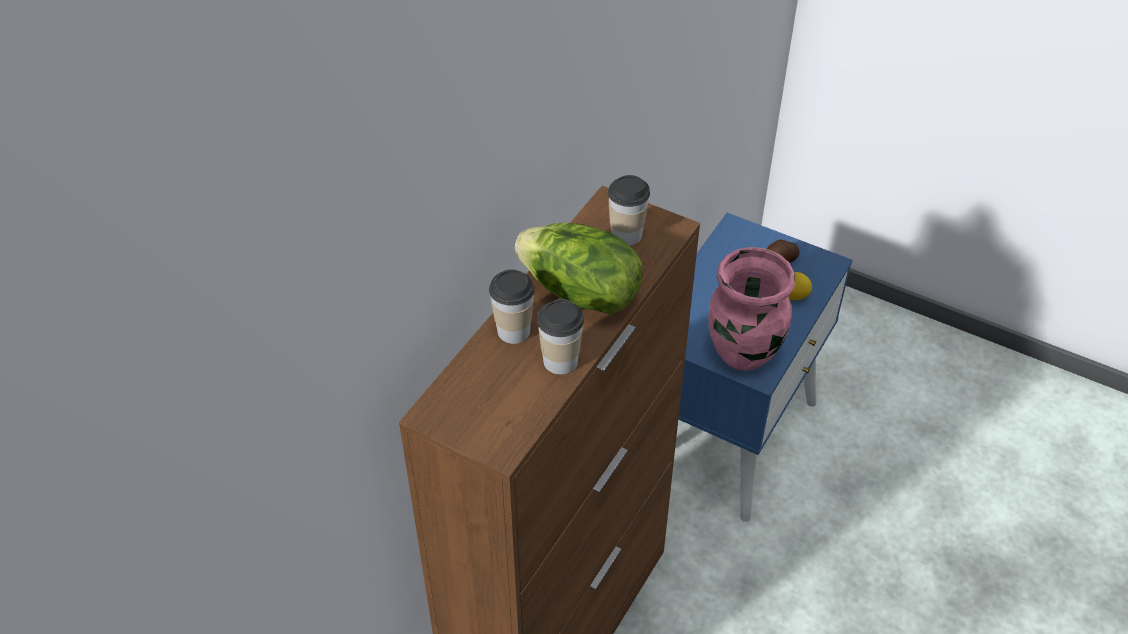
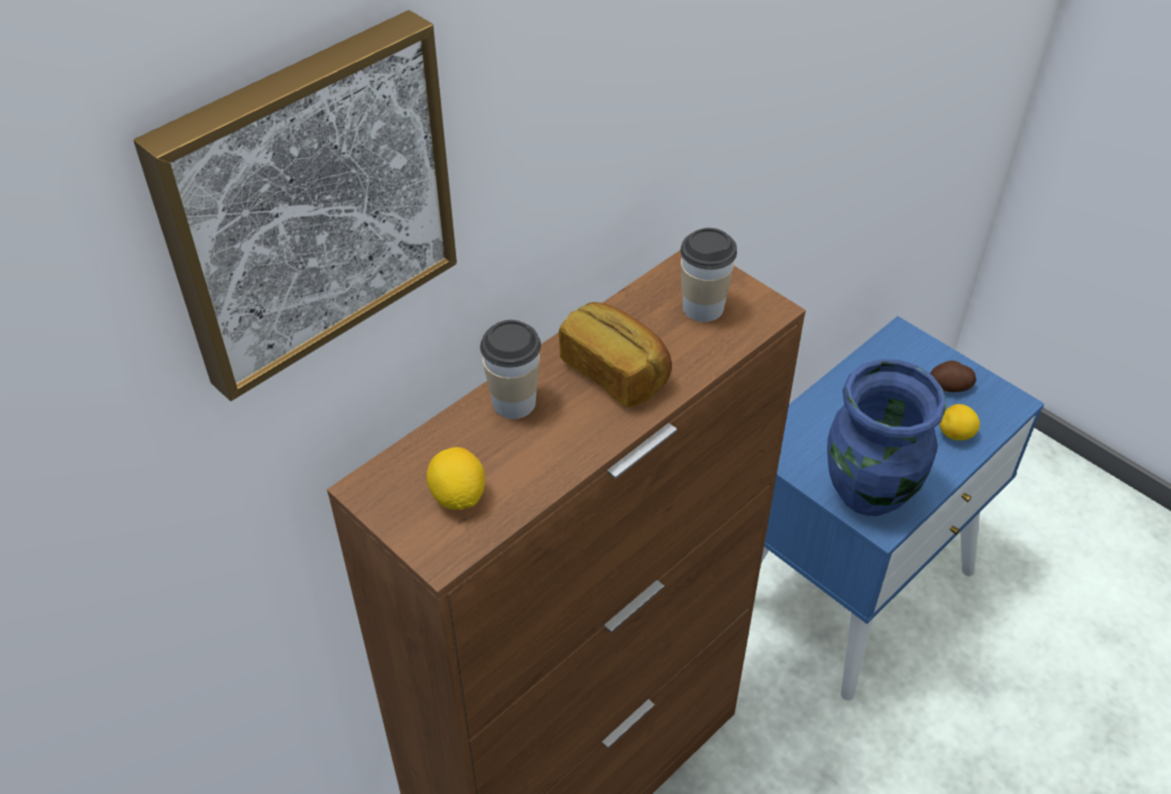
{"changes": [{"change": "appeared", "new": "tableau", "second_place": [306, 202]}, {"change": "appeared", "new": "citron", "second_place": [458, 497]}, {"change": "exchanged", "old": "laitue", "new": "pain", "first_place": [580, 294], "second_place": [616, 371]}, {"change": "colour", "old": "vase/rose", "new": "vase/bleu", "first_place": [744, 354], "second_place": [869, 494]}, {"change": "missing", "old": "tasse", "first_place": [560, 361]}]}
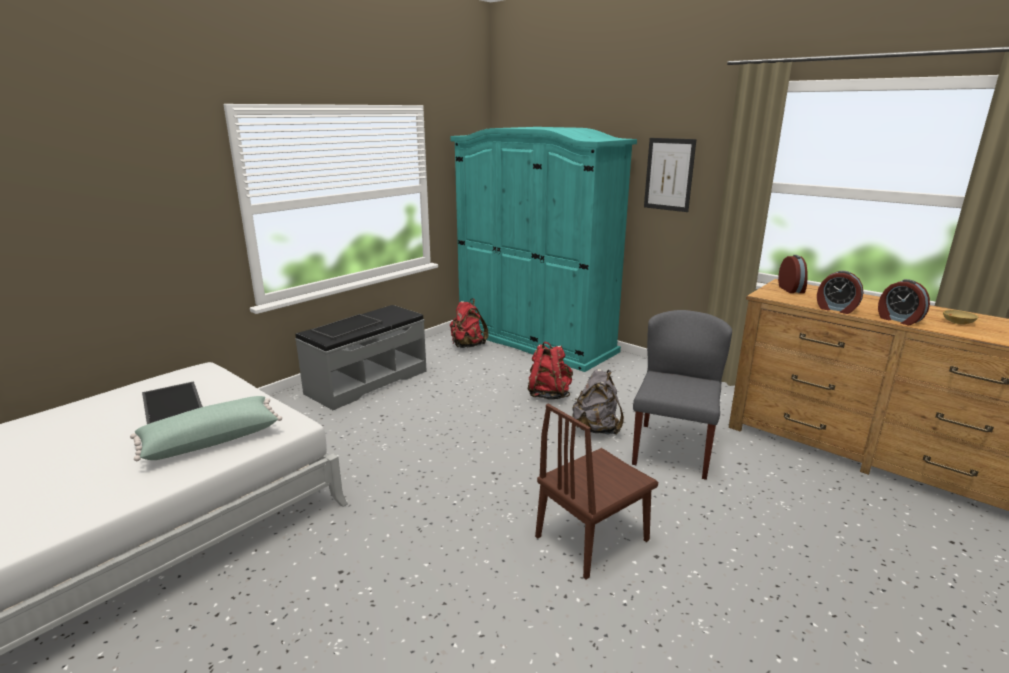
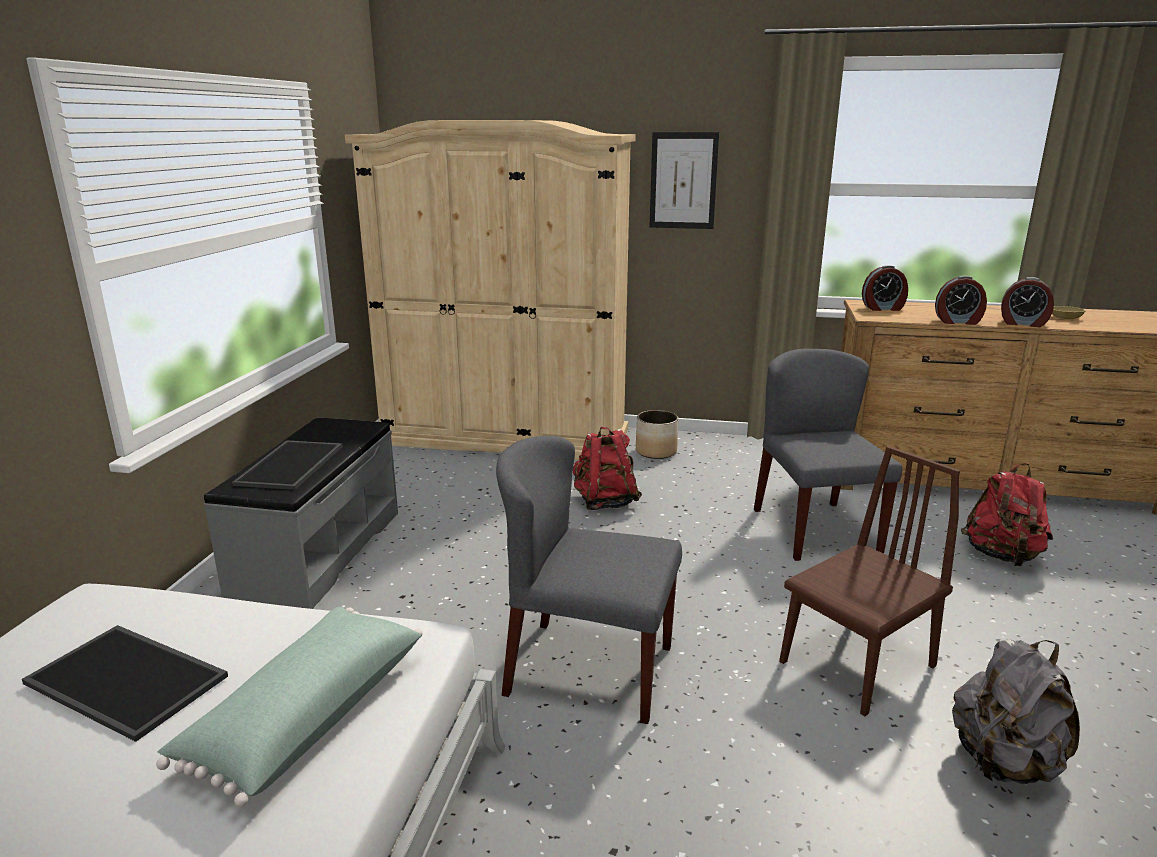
{"changes": [{"change": "colour", "old": "armoire/turquoise", "new": "armoire/beige", "first_place": [534, 340], "second_place": [505, 436]}, {"change": "appeared", "new": "chaise/gris", "second_place": [588, 670]}, {"change": "appeared", "new": "cache-pot", "second_place": [656, 451]}, {"change": "spun", "old": "chaise/marron", "first_place": [592, 538], "second_place": [857, 664], "degrees": -150}, {"change": "spun", "old": "réveil", "first_place": [791, 289], "second_place": [883, 308], "degrees": 120}, {"change": "relocated", "old": "sac à dos/gris", "first_place": [596, 429], "second_place": [1004, 763]}, {"change": "relocated", "old": "sac à dos/rouge", "first_place": [467, 346], "second_place": [1002, 556]}]}
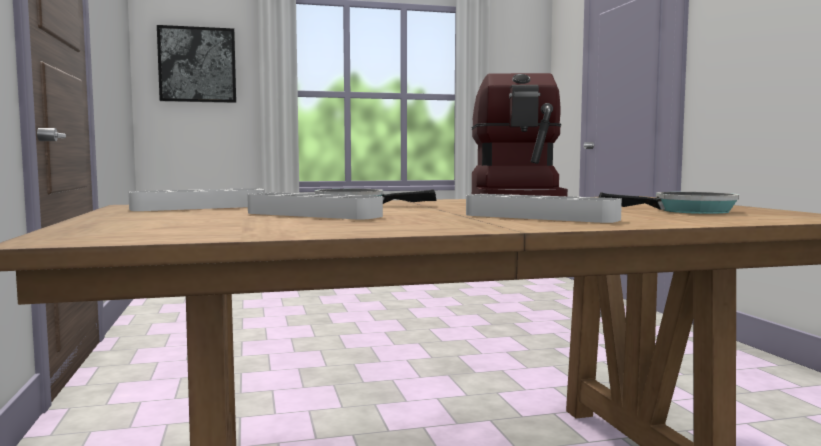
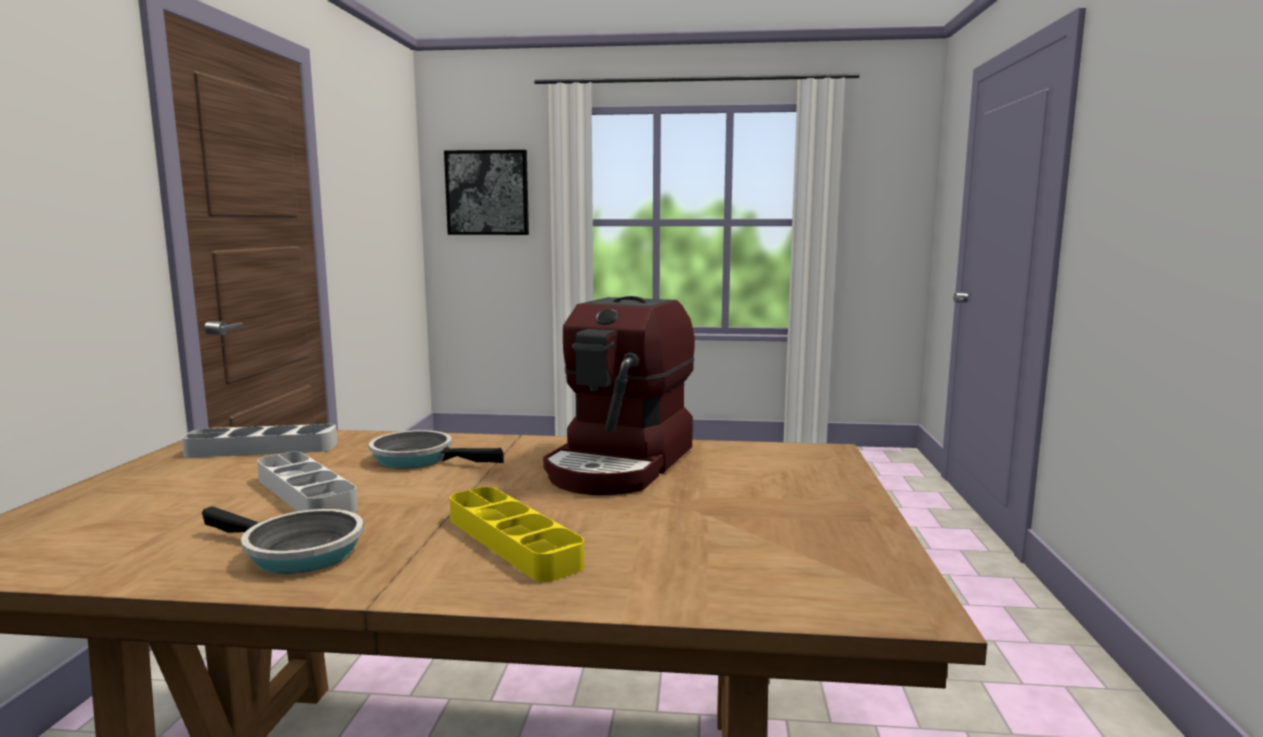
{"changes": [{"change": "relocated", "old": "poêle", "first_place": [687, 211], "second_place": [296, 552]}, {"change": "colour", "old": "plateau/gris", "new": "plateau/jaune", "first_place": [540, 217], "second_place": [512, 541]}]}
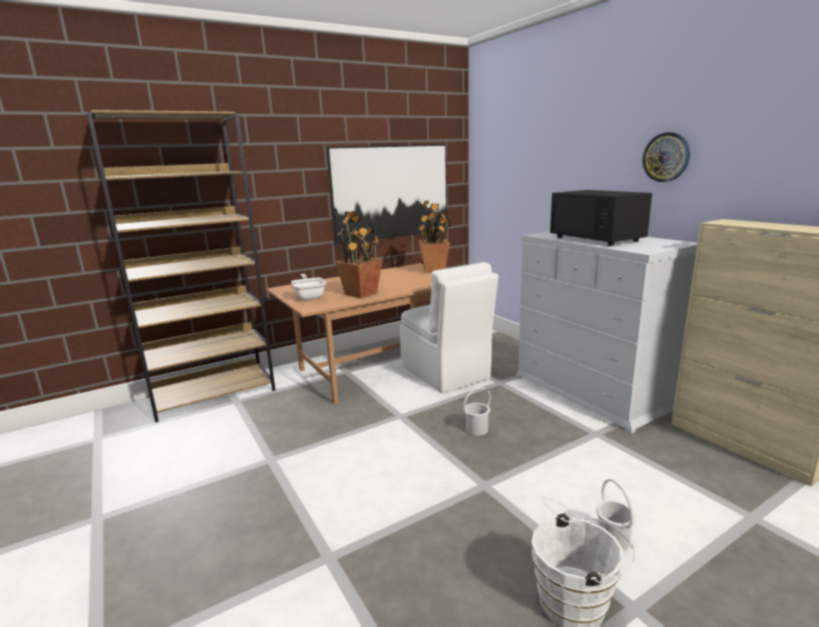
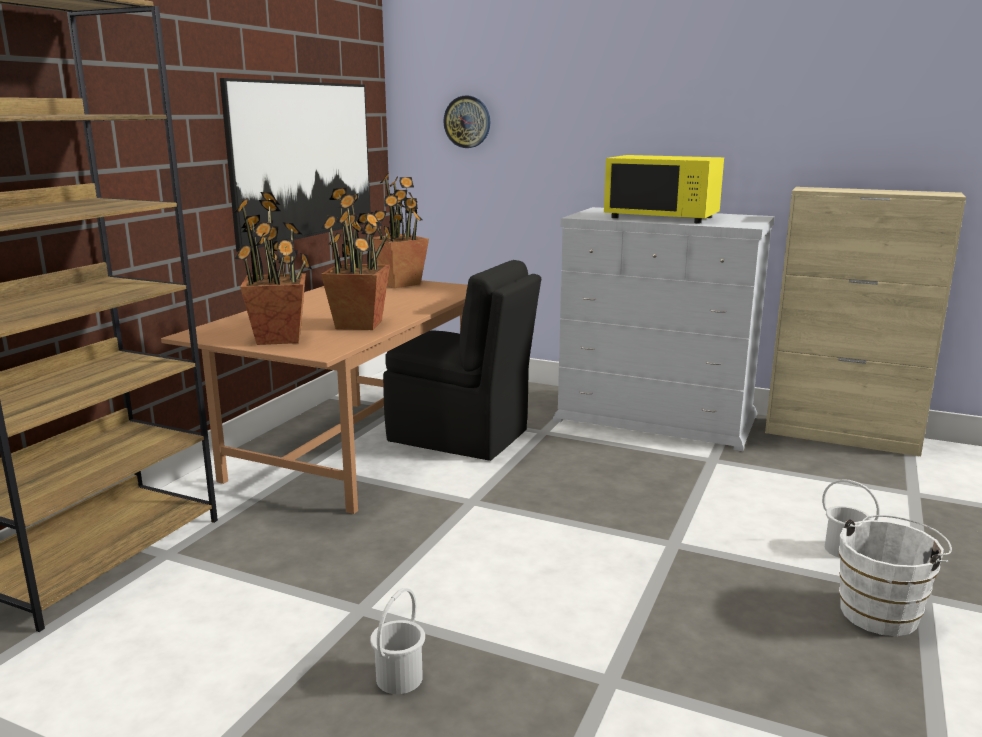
{"changes": [{"change": "exchanged", "old": "poêle", "new": "plante en pot", "first_place": [309, 296], "second_place": [279, 338]}, {"change": "relocated", "old": "seau/blanc", "first_place": [477, 430], "second_place": [400, 678]}, {"change": "colour", "old": "chaise/blanc", "new": "chaise/noir", "first_place": [446, 373], "second_place": [461, 437]}, {"change": "relocated", "old": "horloge murale", "first_place": [666, 157], "second_place": [467, 122]}, {"change": "colour", "old": "micro-ondes/noir", "new": "micro-ondes/jaune", "first_place": [596, 239], "second_place": [662, 217]}]}
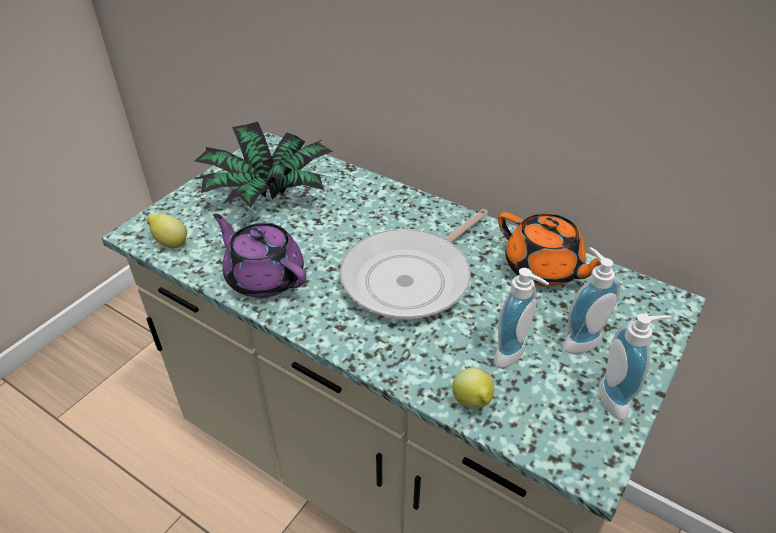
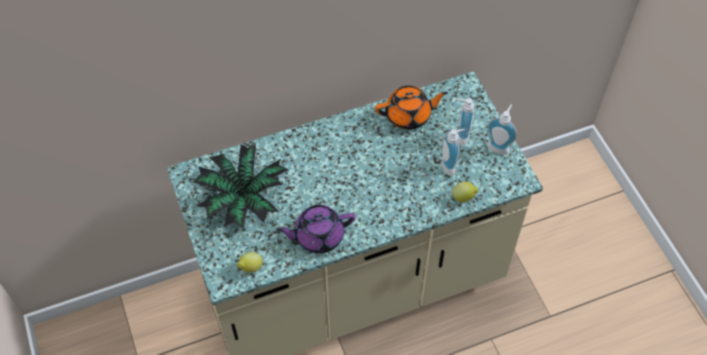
{"changes": [{"change": "missing", "old": "poêle", "first_place": [412, 278]}]}
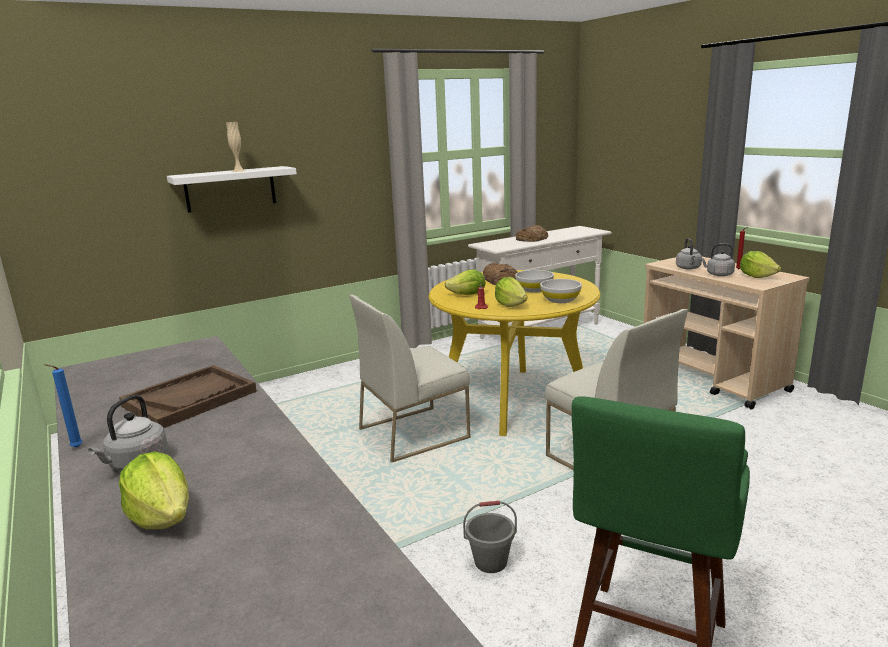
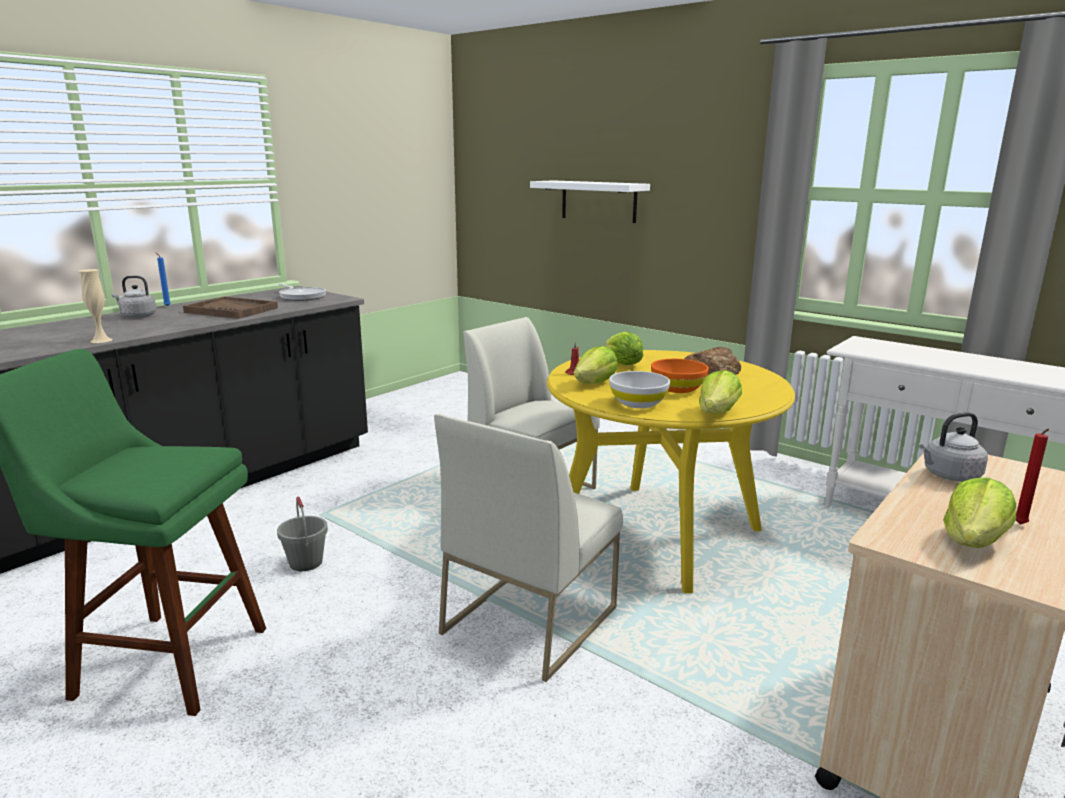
{"changes": [{"change": "relocated", "old": "vase/beige", "first_place": [238, 171], "second_place": [101, 340]}, {"change": "appeared", "new": "poêle", "second_place": [301, 296]}, {"change": "colour", "old": "bol/blanc", "new": "bol/orange", "first_place": [534, 290], "second_place": [678, 388]}, {"change": "relocated", "old": "laitue", "first_place": [162, 517], "second_place": [718, 412]}, {"change": "missing", "old": "pain", "first_place": [532, 238]}, {"change": "missing", "old": "bouilloire/gris", "first_place": [718, 274]}]}
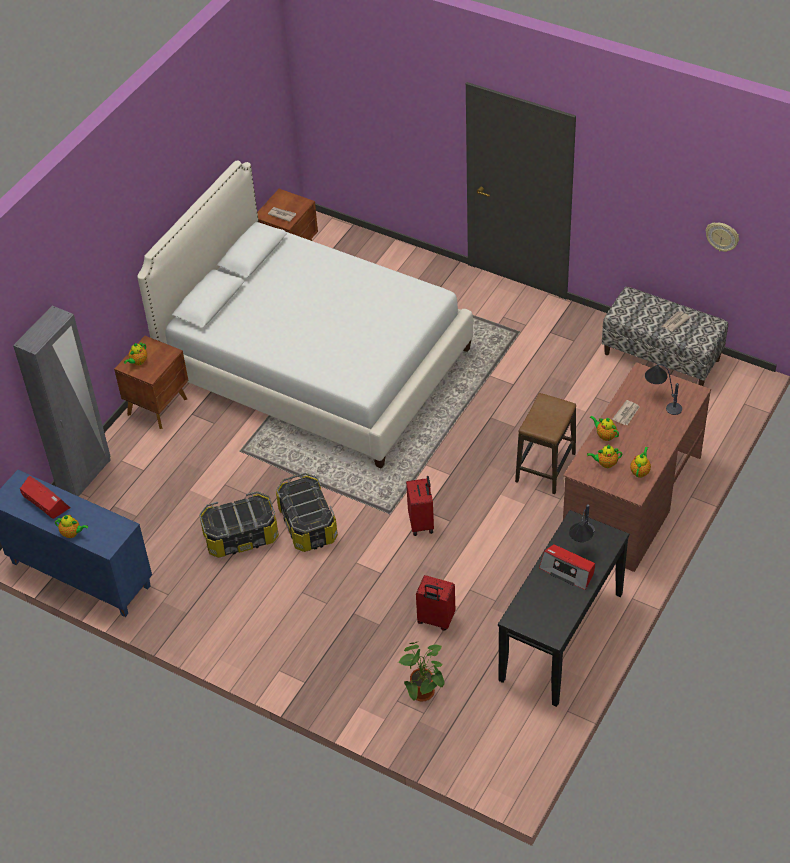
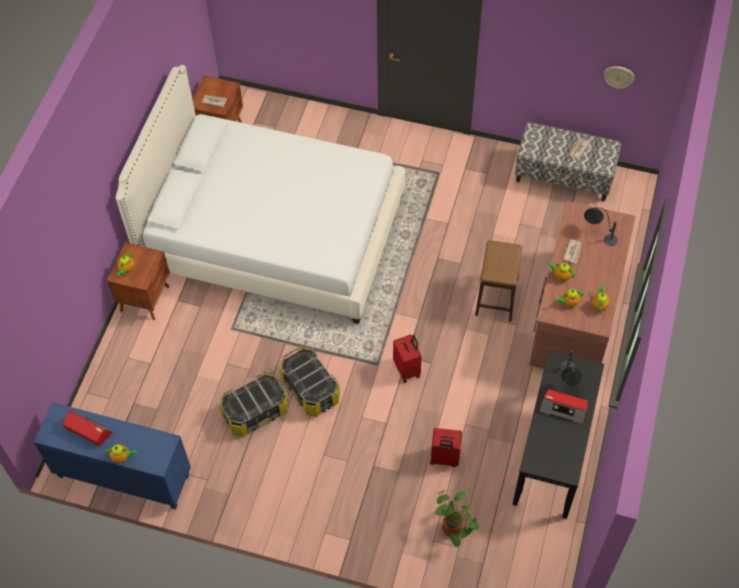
{"changes": [{"change": "missing", "old": "armoire/gris", "first_place": [85, 476]}]}
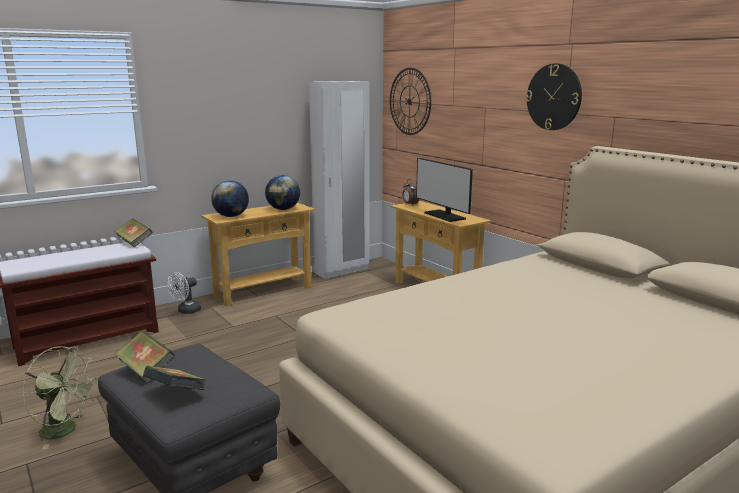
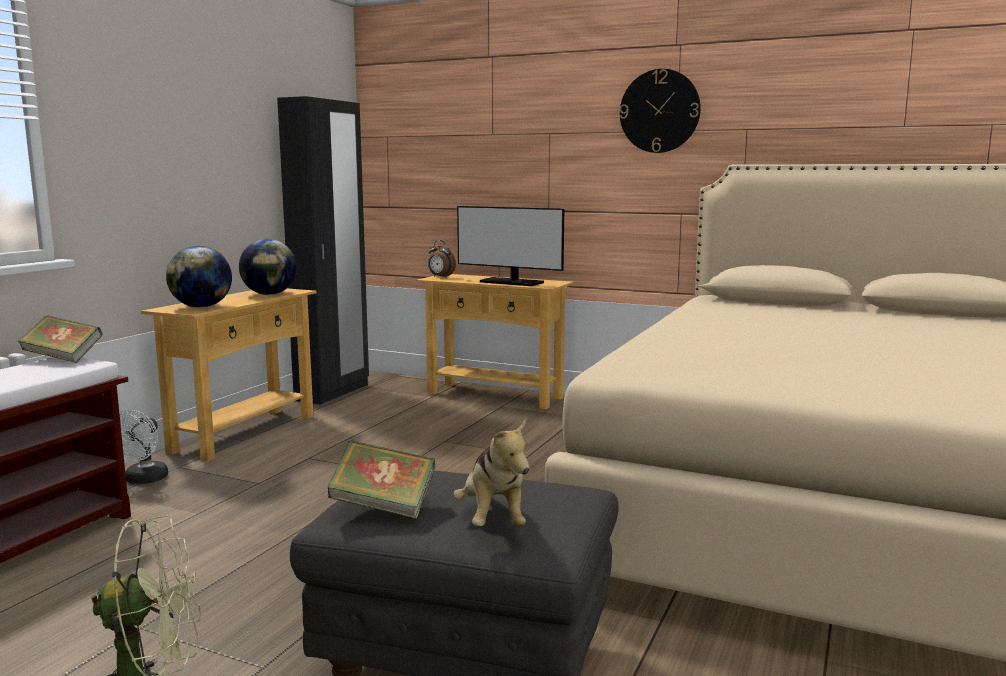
{"changes": [{"change": "colour", "old": "armoire/blanc", "new": "armoire/noir", "first_place": [342, 271], "second_place": [333, 392]}, {"change": "exchanged", "old": "livre", "new": "peluche", "first_place": [176, 394], "second_place": [493, 519]}, {"change": "missing", "old": "horloge murale", "first_place": [409, 101]}]}
